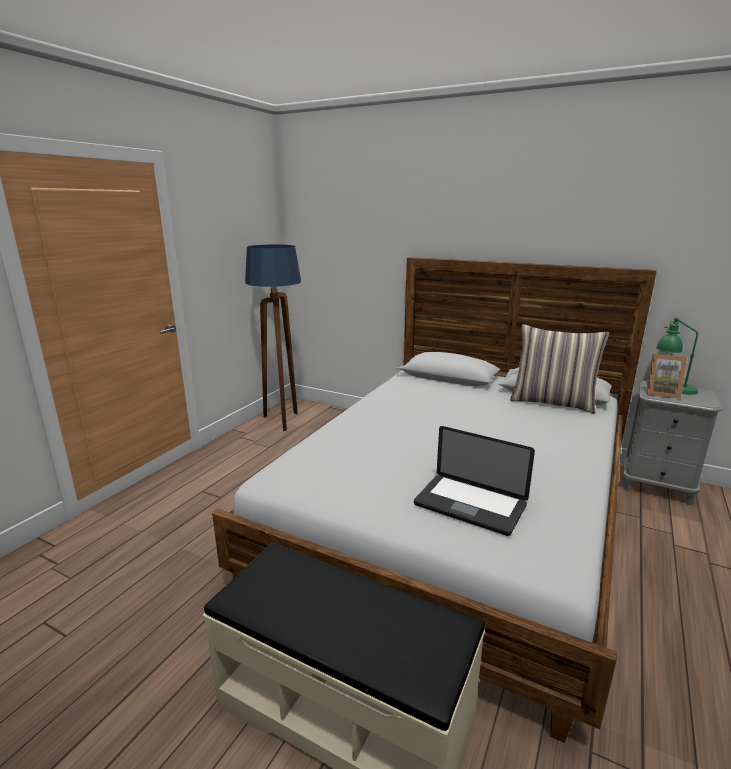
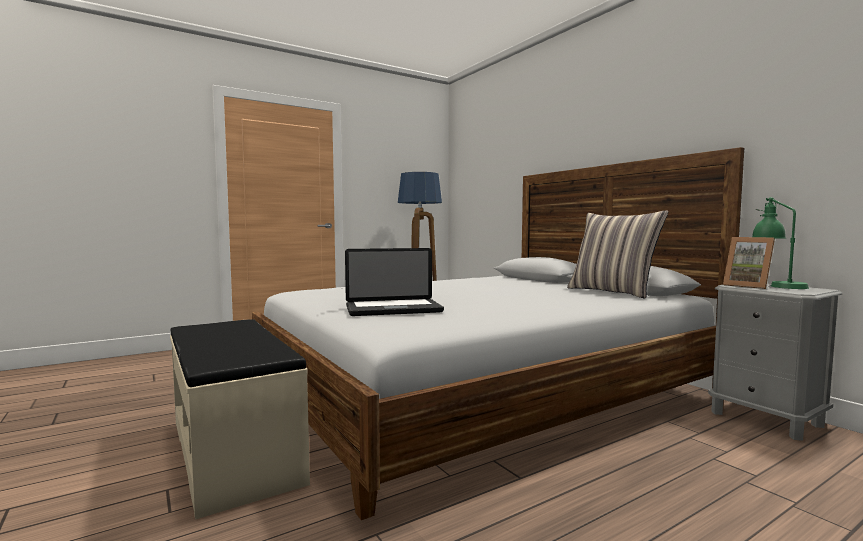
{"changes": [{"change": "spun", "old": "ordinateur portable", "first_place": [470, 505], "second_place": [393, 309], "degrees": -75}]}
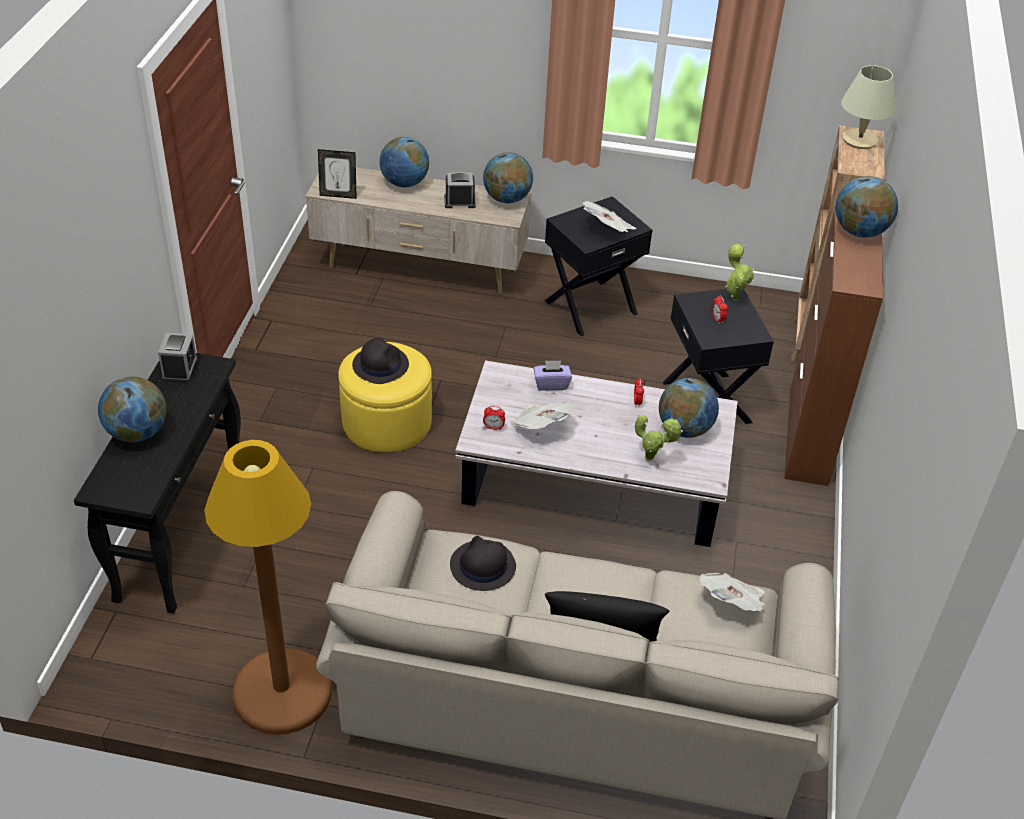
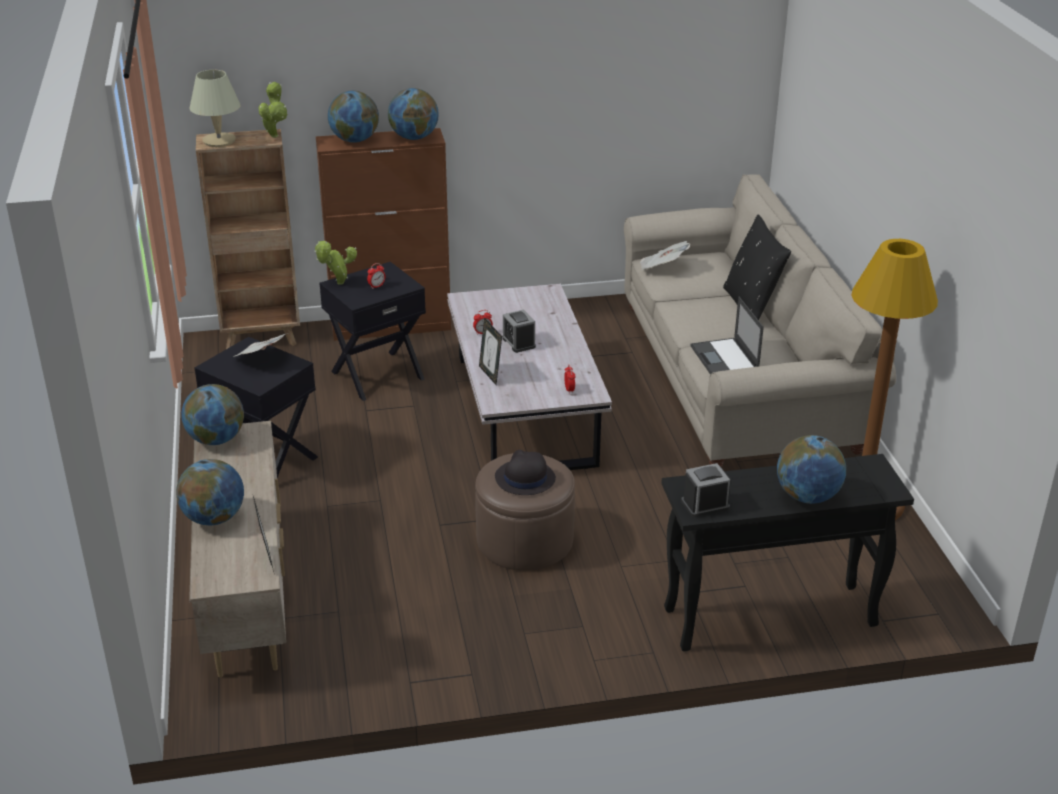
{"changes": [{"change": "relocated", "old": "plante en pot", "first_place": [652, 459], "second_place": [275, 135]}, {"change": "relocated", "old": "globe", "first_place": [684, 429], "second_place": [414, 137]}, {"change": "colour", "old": "pouf/jaune", "new": "pouf/marron", "first_place": [386, 422], "second_place": [525, 540]}, {"change": "exchanged", "old": "boîte à mouchoirs/violet", "new": "cadre photo", "first_place": [551, 384], "second_place": [490, 374]}, {"change": "relocated", "old": "réveil", "first_place": [459, 202], "second_place": [518, 342]}, {"change": "exchanged", "old": "chapeau/noir", "new": "ordinateur portable", "first_place": [482, 566], "second_place": [725, 358]}, {"change": "missing", "old": "journal", "first_place": [541, 426]}]}
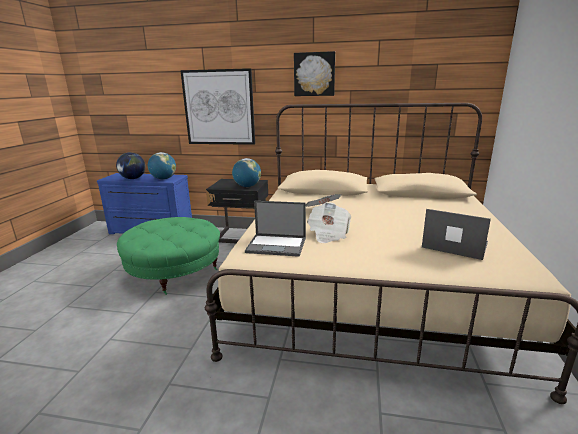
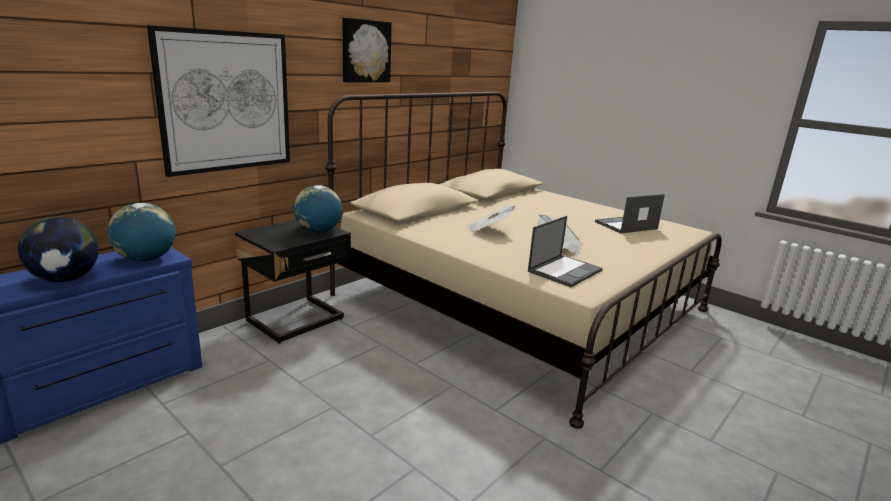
{"changes": [{"change": "missing", "old": "pouf/vert", "first_place": [175, 272]}]}
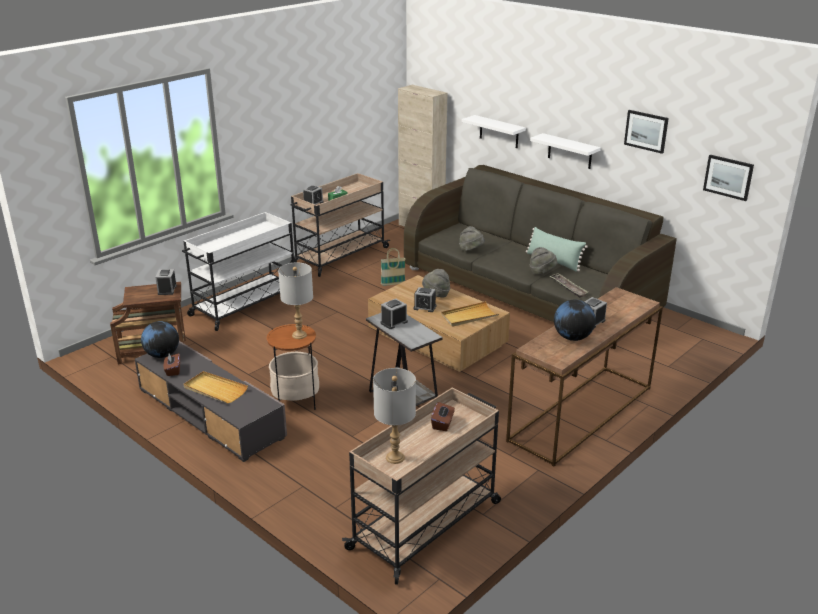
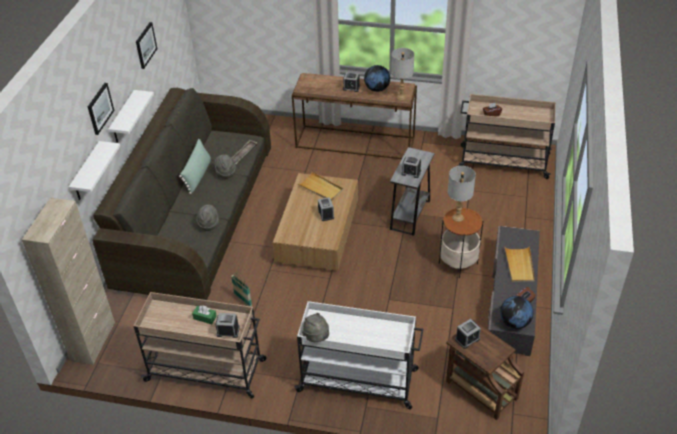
{"changes": [{"change": "relocated", "old": "tableau", "first_place": [728, 177], "second_place": [100, 108]}, {"change": "relocated", "old": "chapeau/gris", "first_place": [436, 294], "second_place": [317, 337]}, {"change": "relocated", "old": "lampe de table/gris", "first_place": [395, 457], "second_place": [401, 97]}]}
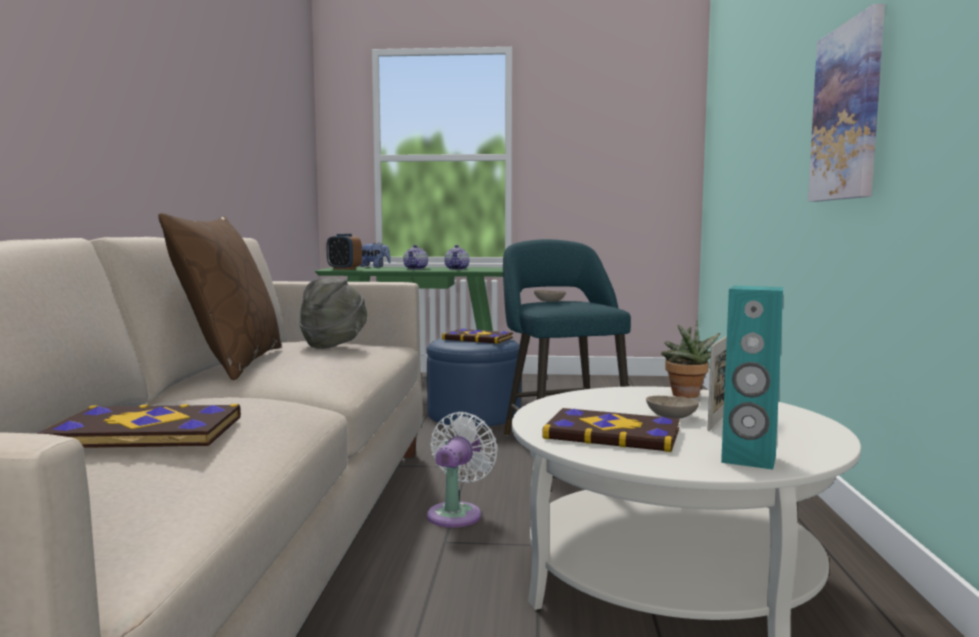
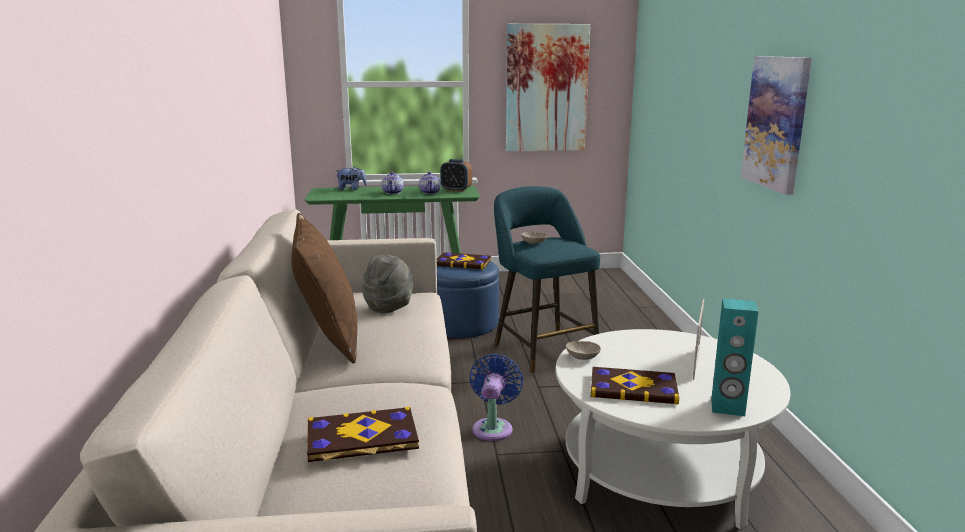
{"changes": [{"change": "relocated", "old": "réveil", "first_place": [344, 269], "second_place": [456, 190]}, {"change": "colour", "old": "ventilateur/blanc", "new": "ventilateur/bleu", "first_place": [457, 513], "second_place": [493, 427]}, {"change": "appeared", "new": "tableau", "second_place": [546, 88]}, {"change": "relocated", "old": "bol/beige", "first_place": [671, 417], "second_place": [582, 357]}, {"change": "missing", "old": "plante en pot", "first_place": [687, 396]}]}
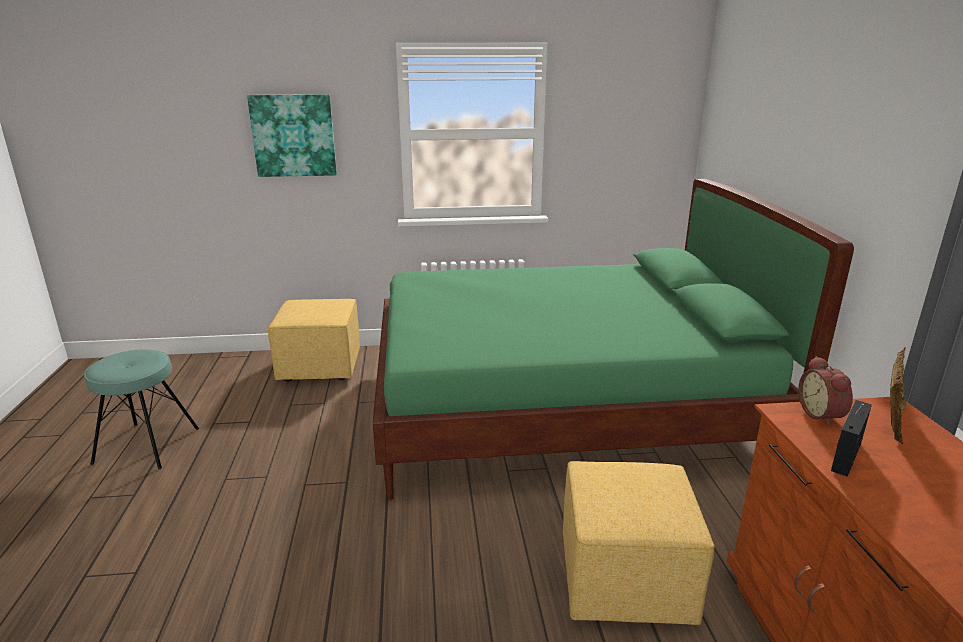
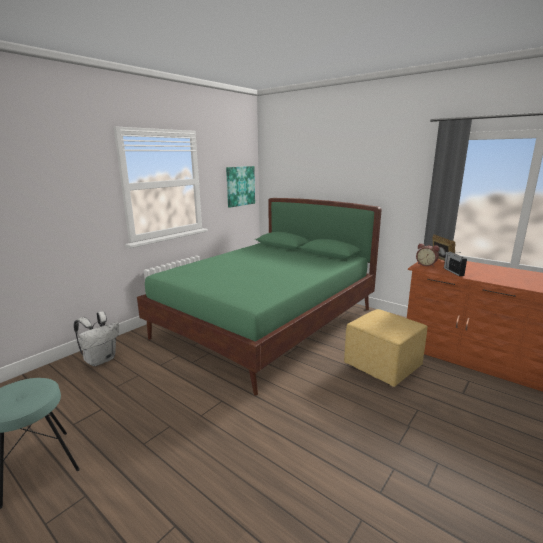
{"changes": [{"change": "exchanged", "old": "pouf/jaune", "new": "sac à dos/blanc", "first_place": [321, 367], "second_place": [101, 360]}, {"change": "relocated", "old": "tableau", "first_place": [294, 135], "second_place": [240, 186]}]}
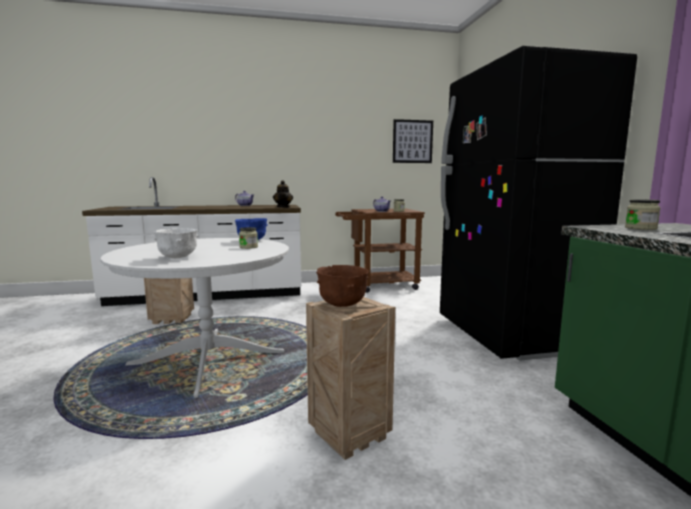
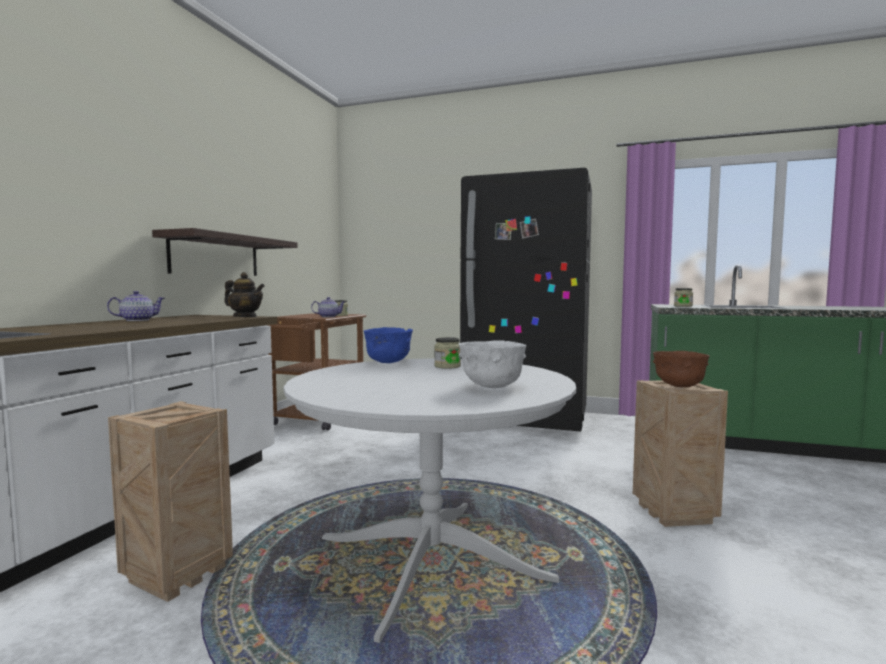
{"changes": [{"change": "appeared", "new": "étagère", "second_place": [215, 256]}, {"change": "missing", "old": "tableau", "first_place": [412, 141]}]}
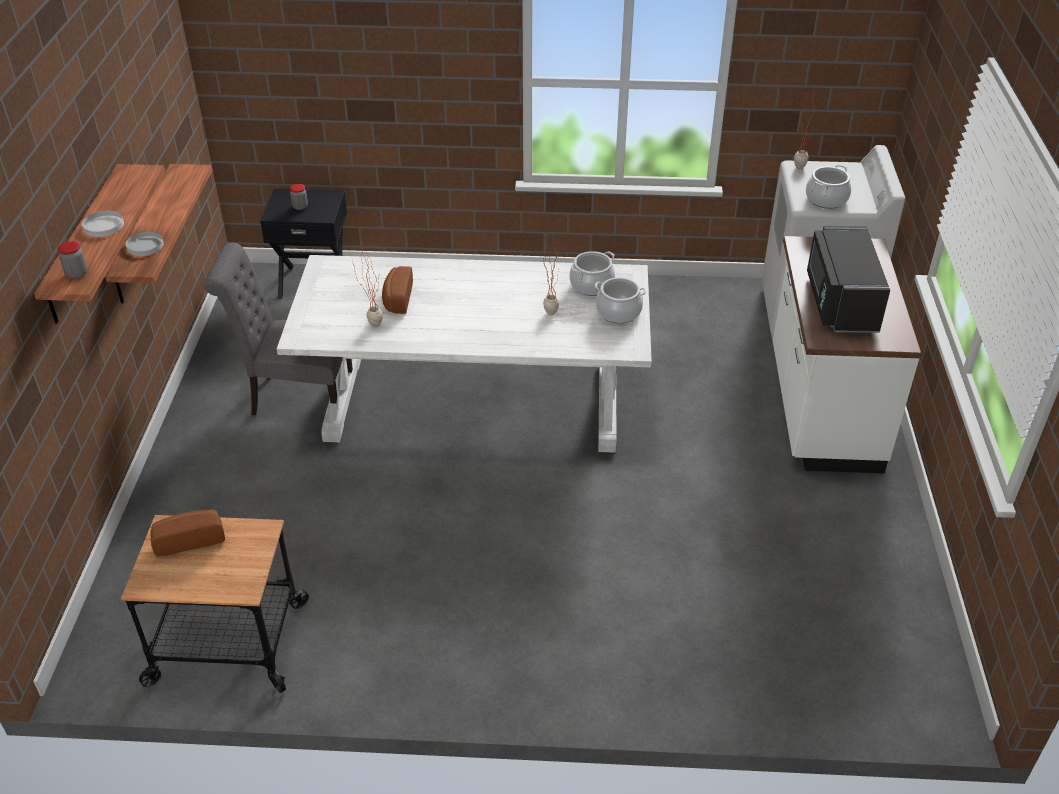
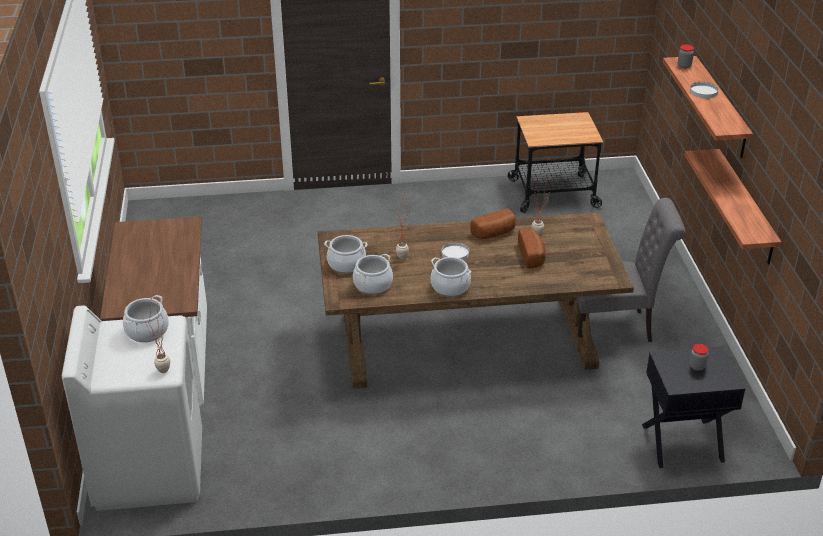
{"changes": [{"change": "colour", "old": "table à manger/blanc", "new": "table à manger/marron", "first_place": [473, 402], "second_place": [467, 340]}, {"change": "appeared", "new": "marmite", "second_place": [450, 286]}, {"change": "relocated", "old": "assiette/blanc", "first_place": [145, 246], "second_place": [455, 253]}, {"change": "relocated", "old": "pain", "first_place": [189, 539], "second_place": [495, 233]}, {"change": "missing", "old": "micro-ondes/noir", "first_place": [839, 302]}]}
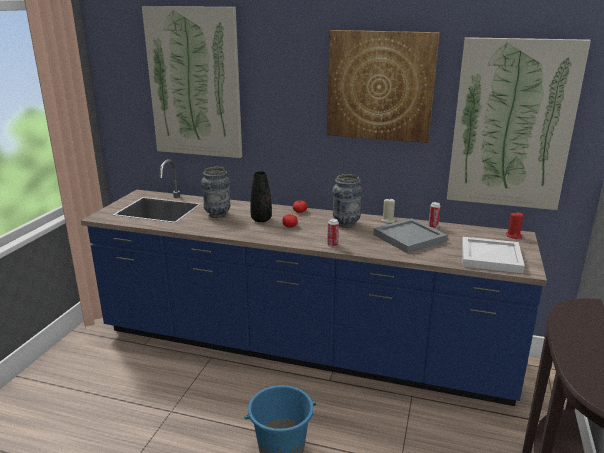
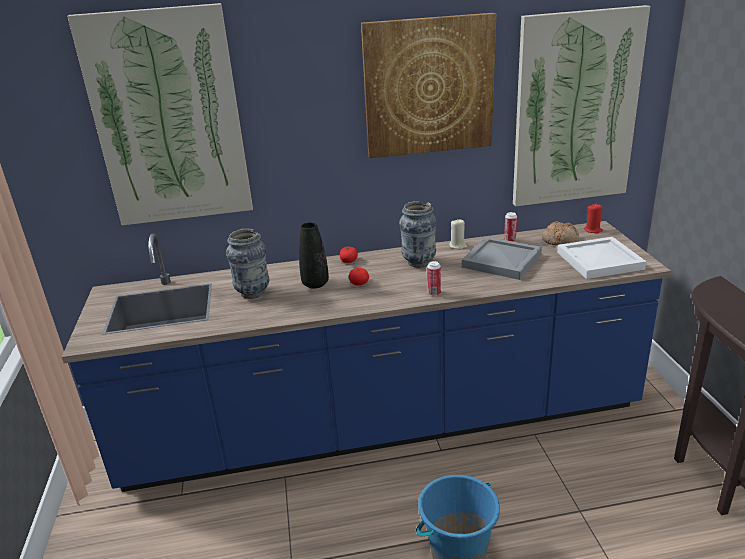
{"changes": [{"change": "appeared", "new": "pain", "second_place": [560, 241]}]}
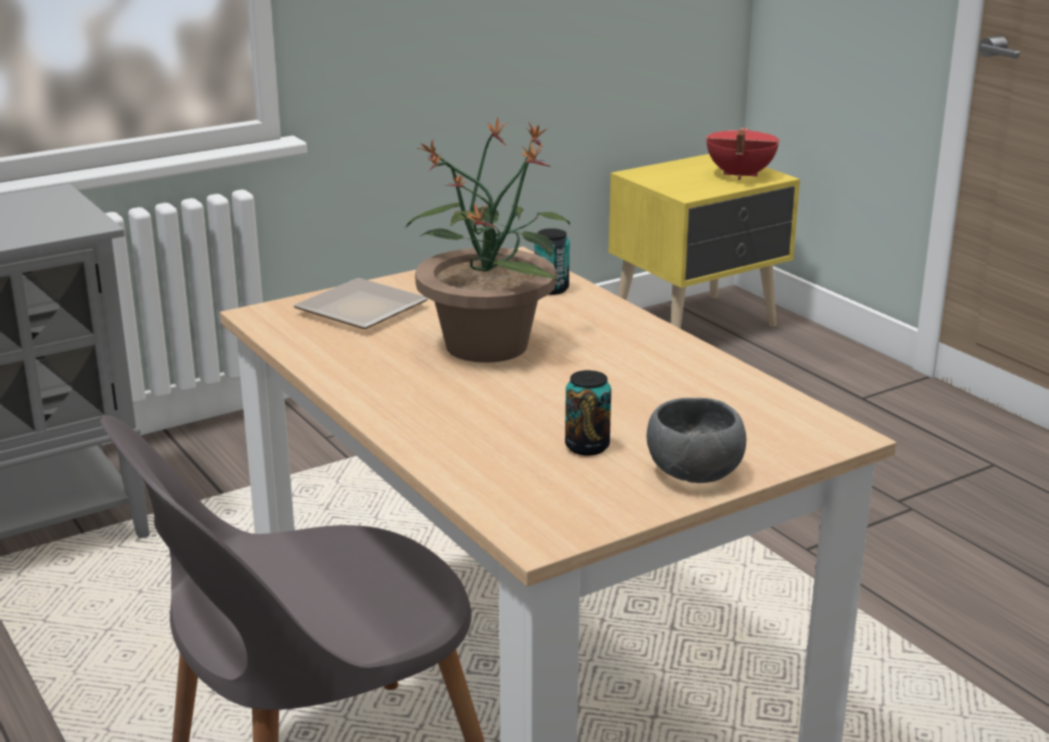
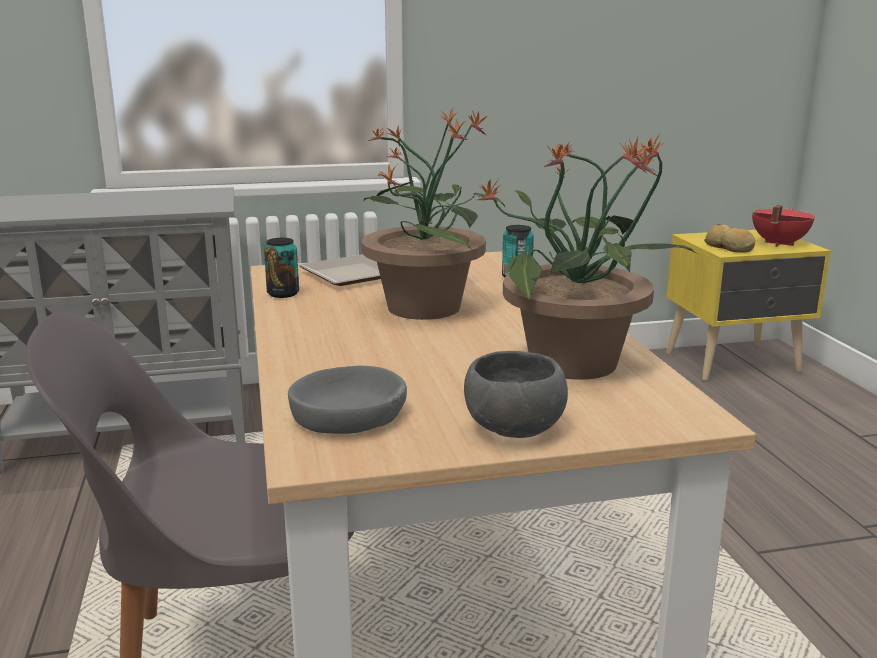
{"changes": [{"change": "relocated", "old": "boîte métallique", "first_place": [587, 446], "second_place": [283, 294]}, {"change": "appeared", "new": "bol/gris", "second_place": [348, 415]}, {"change": "appeared", "new": "plante en pot", "second_place": [576, 363]}, {"change": "appeared", "new": "pain", "second_place": [729, 247]}]}
